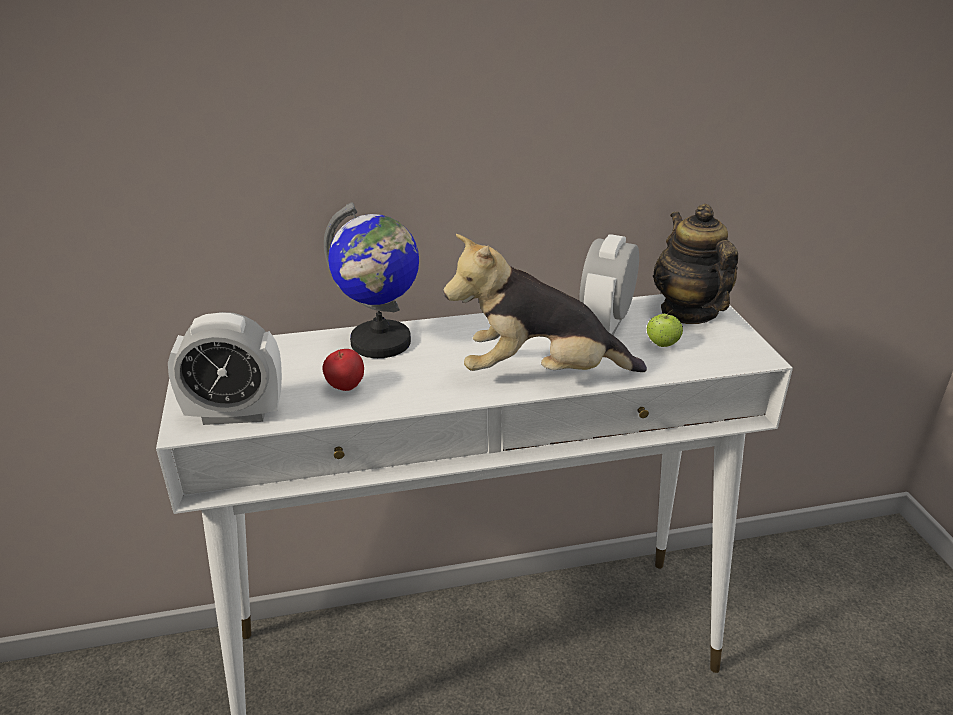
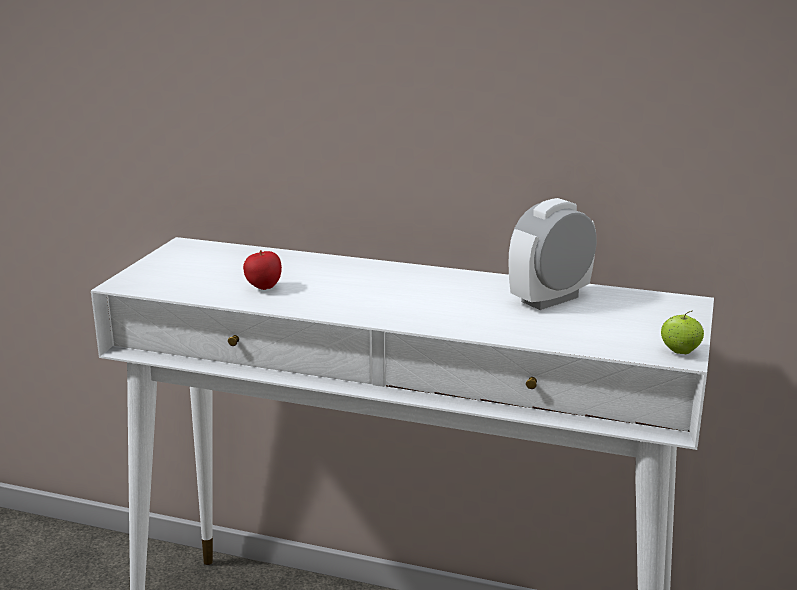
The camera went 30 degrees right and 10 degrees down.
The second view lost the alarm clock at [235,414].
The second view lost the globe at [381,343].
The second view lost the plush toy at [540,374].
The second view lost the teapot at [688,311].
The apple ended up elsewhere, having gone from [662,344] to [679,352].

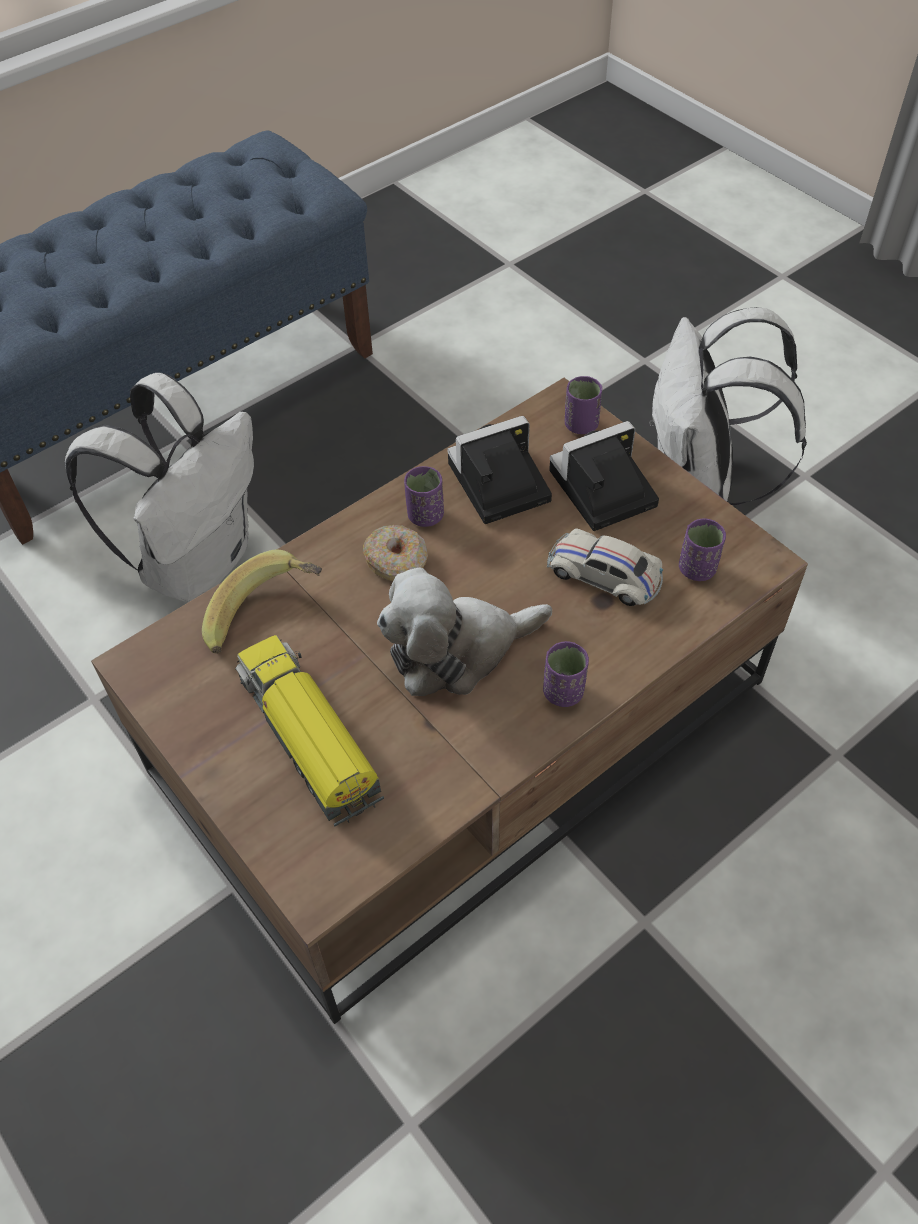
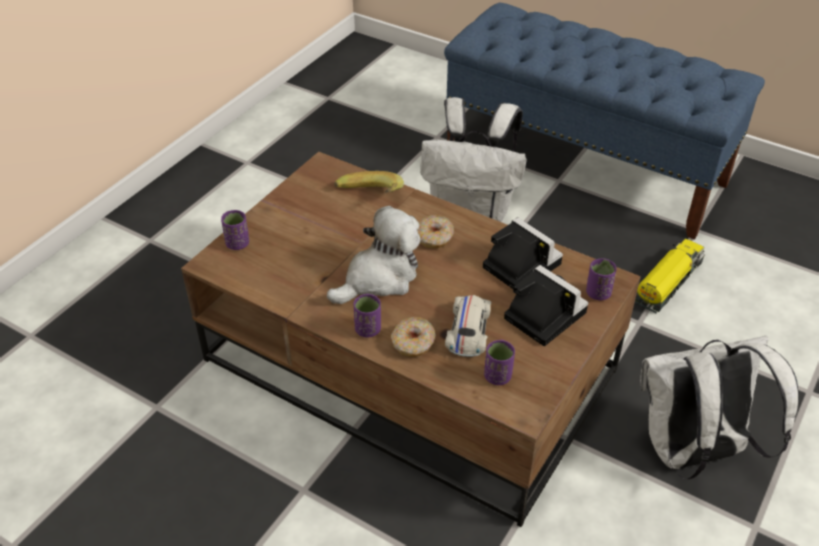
The camera went 70 degrees right and 10 degrees down.
The second view gained the donut at [413,343].
The toy truck ended up elsewhere, having gone from [310,738] to [667,283].
The purple cup ended up elsewhere, having gone from [425,515] to [237,244].
The plush toy at [457,650] ended up facing another way, 90 degrees clockwise from before.

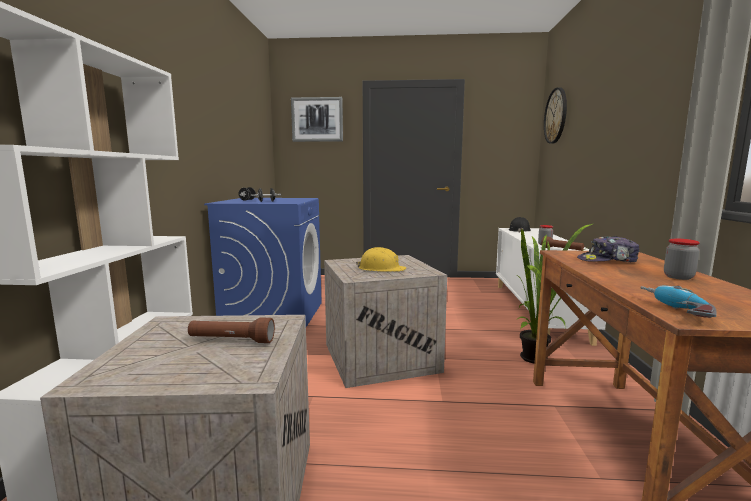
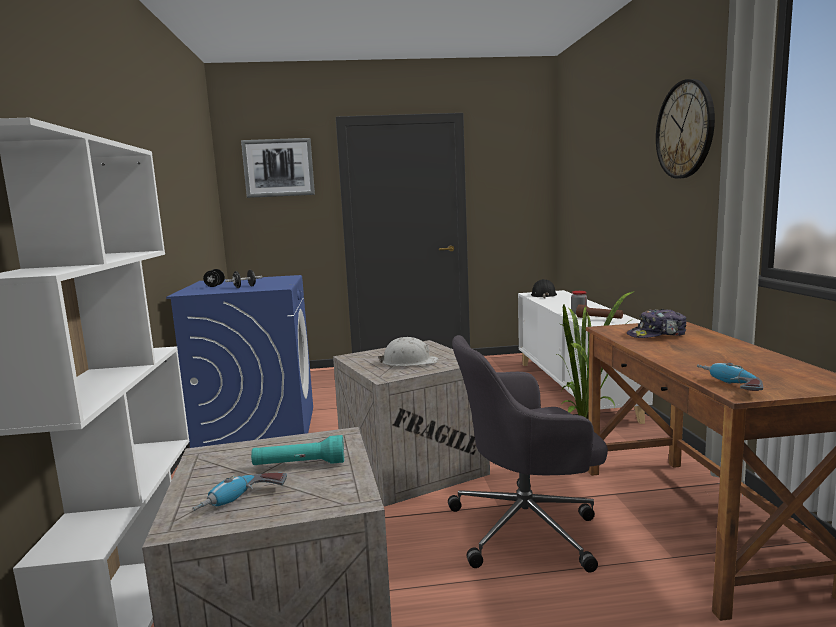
The camera went 10 degrees left and 0 degrees up.
The second view lost the jar at [678,277].
The second view gained the power drill at [242,501].
The second view gained the grey office chair at [527,527].
The wall clock ended up elsewhere, having gone from [556,116] to [685,129].
What was the brown flashlight at [231,341] turned into the turquoise flashlight at [299,465].
What was the yellow hard hat at [381,269] turned into the white hard hat at [409,362].

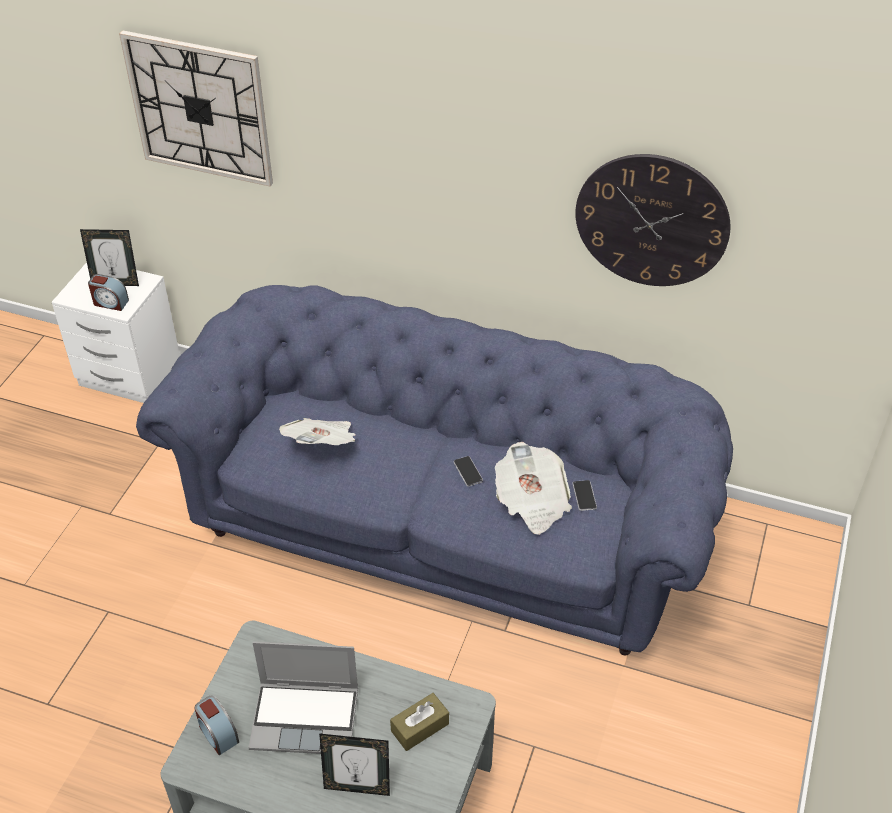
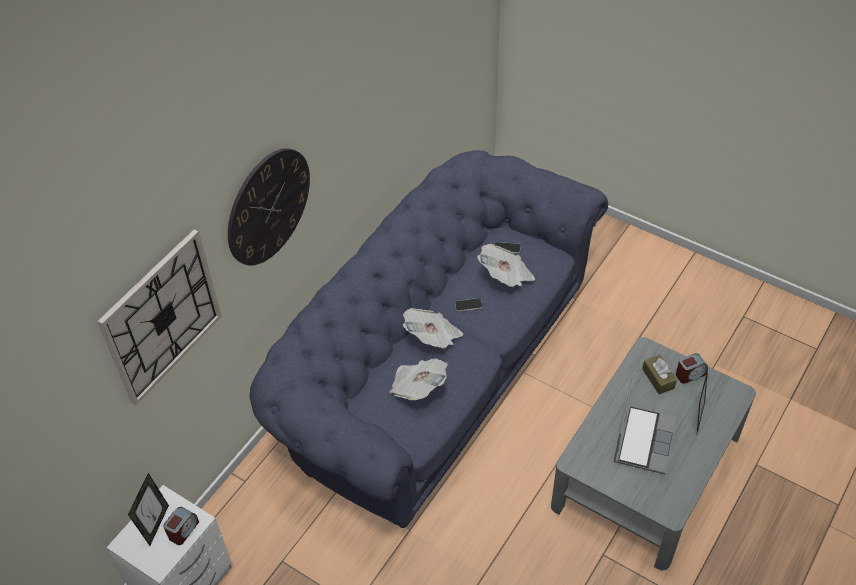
The camera went 75 degrees left and 5 degrees up.
The second view gained the newspaper at [433,337].
The alarm clock ended up elsewhere, having gone from [218,733] to [690,374].
The wall clock ended up elsewhere, having gone from [652,221] to [268,206].

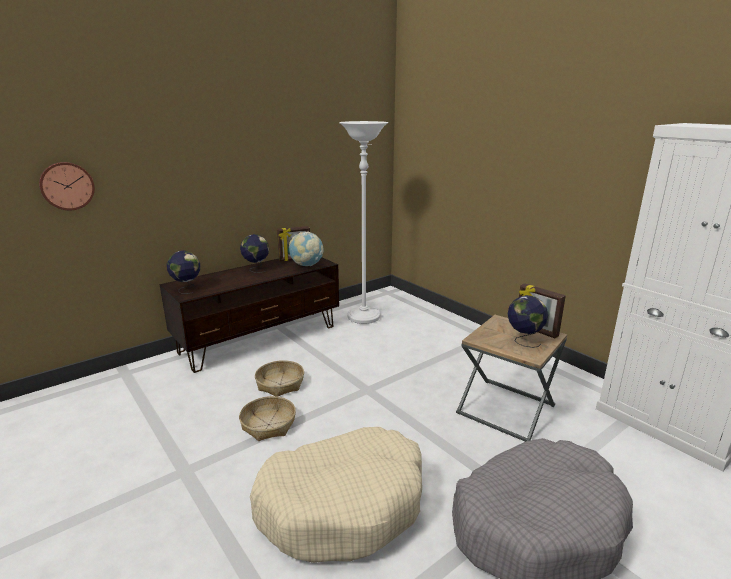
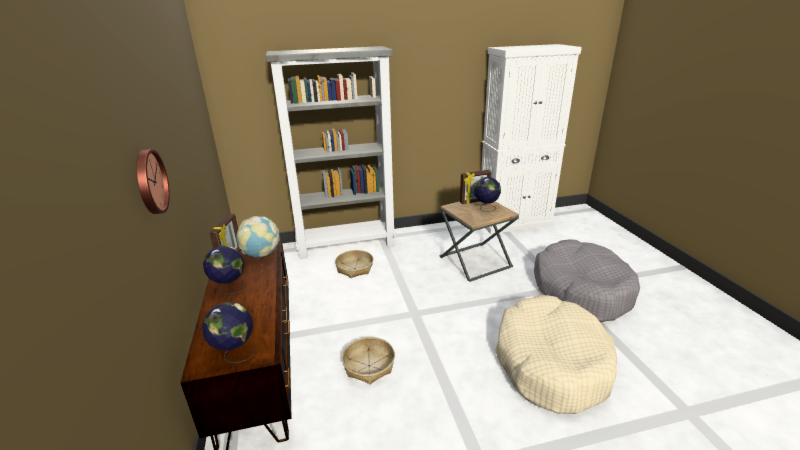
The camera went 65 degrees left and 5 degrees up.
The second view lost the white floor lamp at [364,317].
The second view gained the grey bookcase at [347,244].
The wall clock ended up elsewhere, having gone from [67,186] to [149,182].
The basket ended up elsewhere, having gone from [268,425] to [355,268].

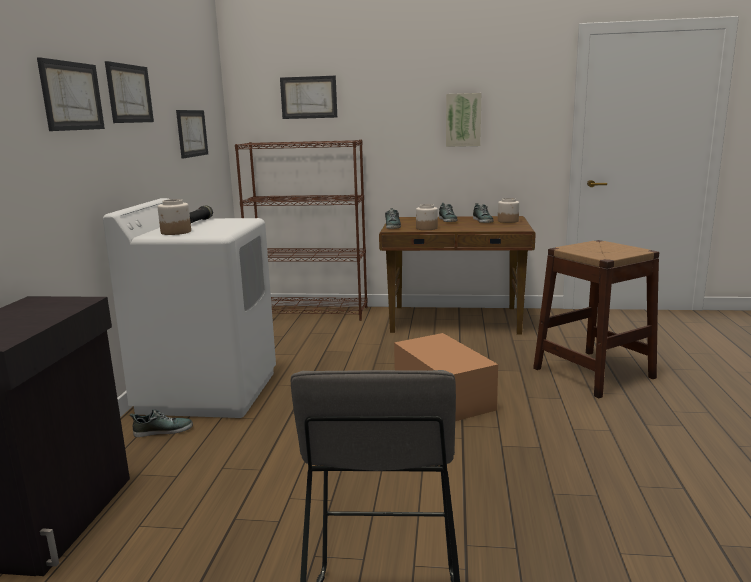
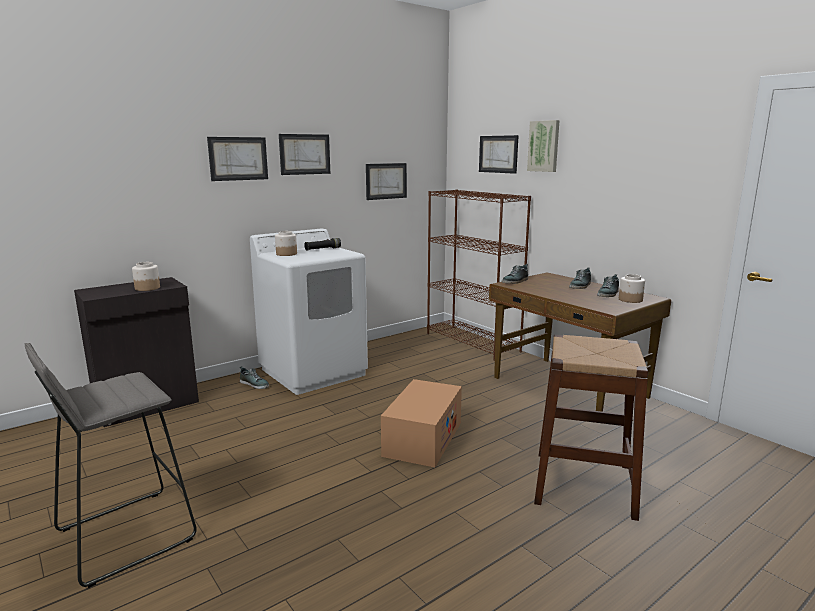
The camera went 45 degrees right and 0 degrees up.
The jar ended up elsewhere, having gone from [426,228] to [147,288].
The picture ended up elsewhere, having gone from [463,120] to [544,146].

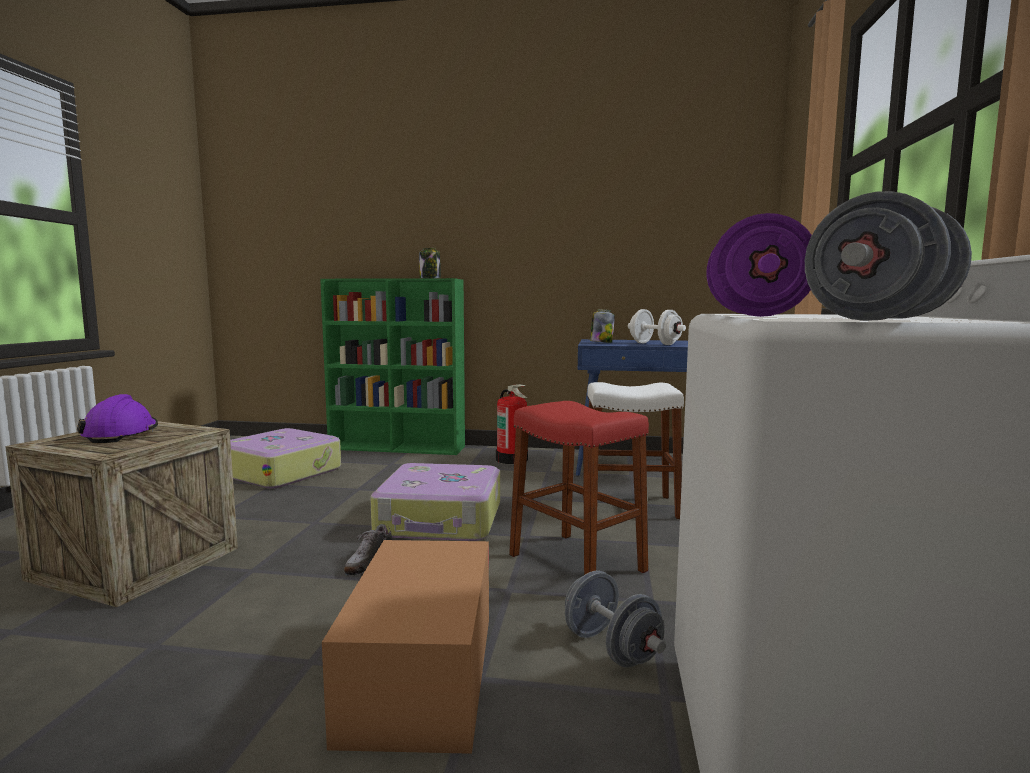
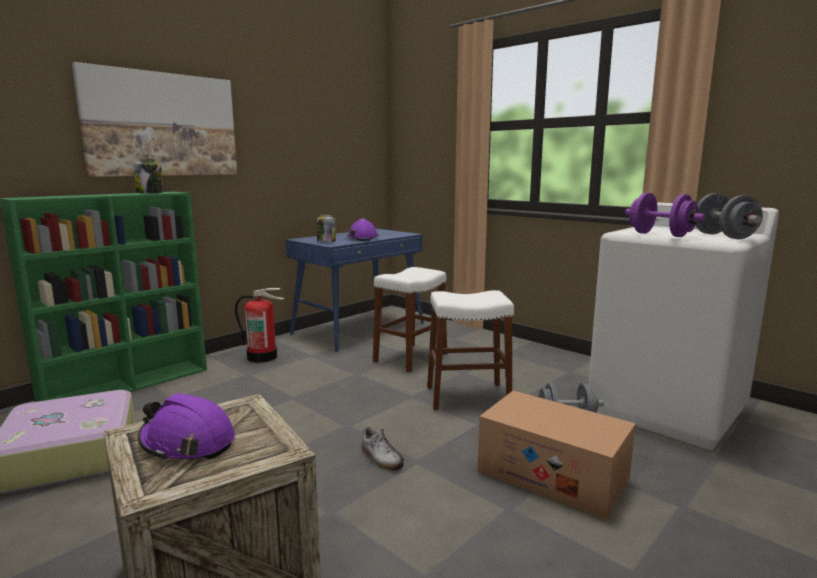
The camera went 55 degrees left and 5 degrees up.
The second view lost the suitcase at [441,520].
The second view gained the picture at [162,125].
Where the white dumbbell stood at [655,344], the purple hard hat came to stand at [362,238].
What was the red stool at [576,563] turned into the white stool at [467,396].

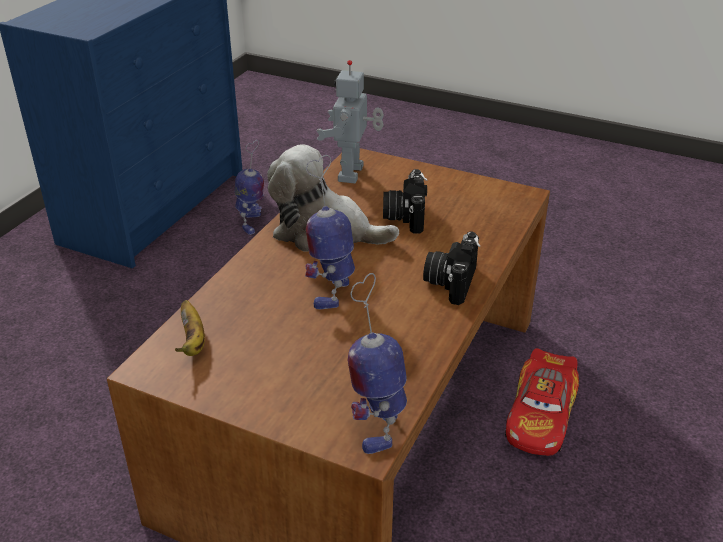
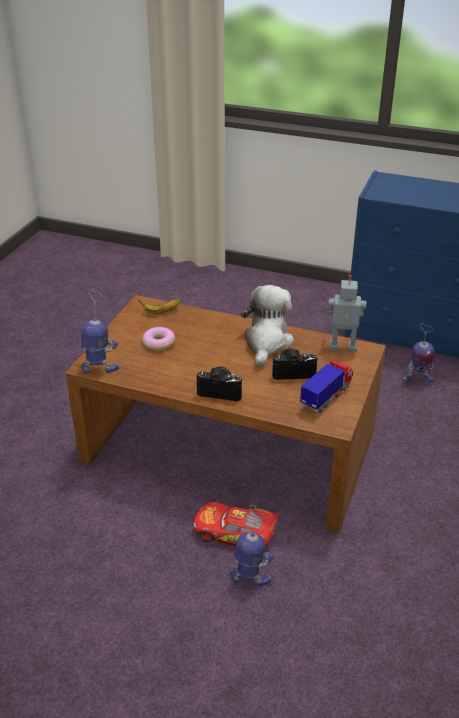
The camera went 85 degrees right and 0 degrees up.
The second view gained the donut at [159,343].
The second view gained the toy truck at [326,397].
The toy robot ended up elsewhere, having gone from [332,291] to [250,578].

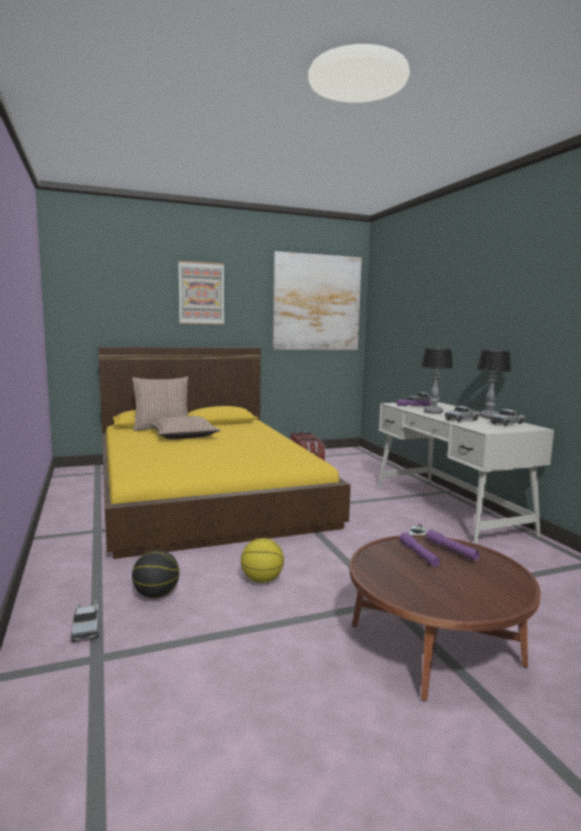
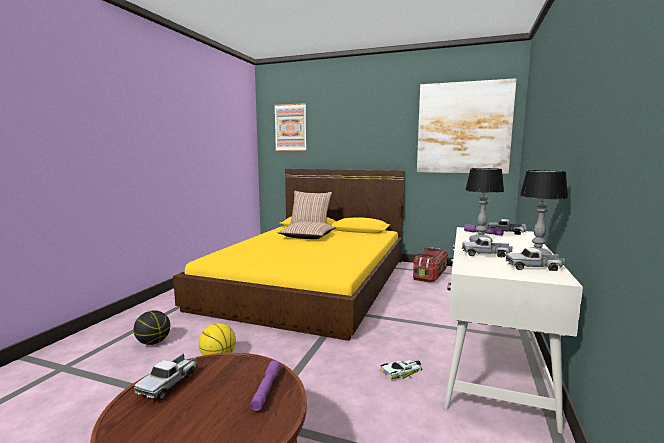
The camera went 40 degrees right and 0 degrees up.
The second view lost the purple flashlight at [418,554].
The toy truck ended up elsewhere, having gone from [86,627] to [169,383].
The picture ended up elsewhere, having gone from [201,293] to [290,127].

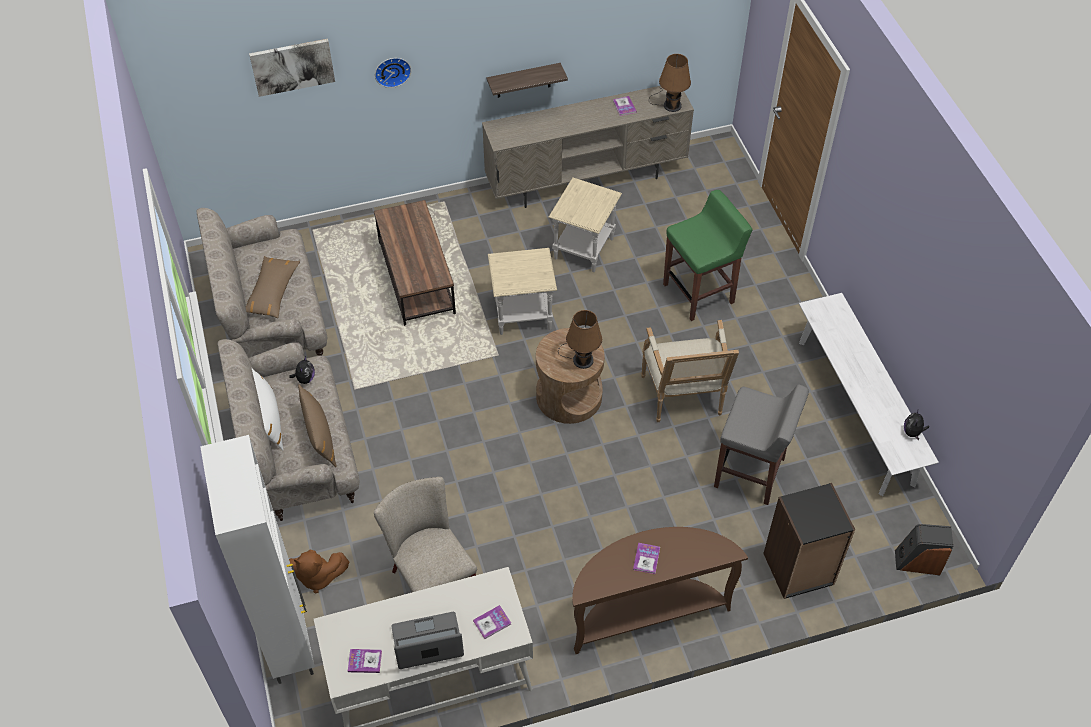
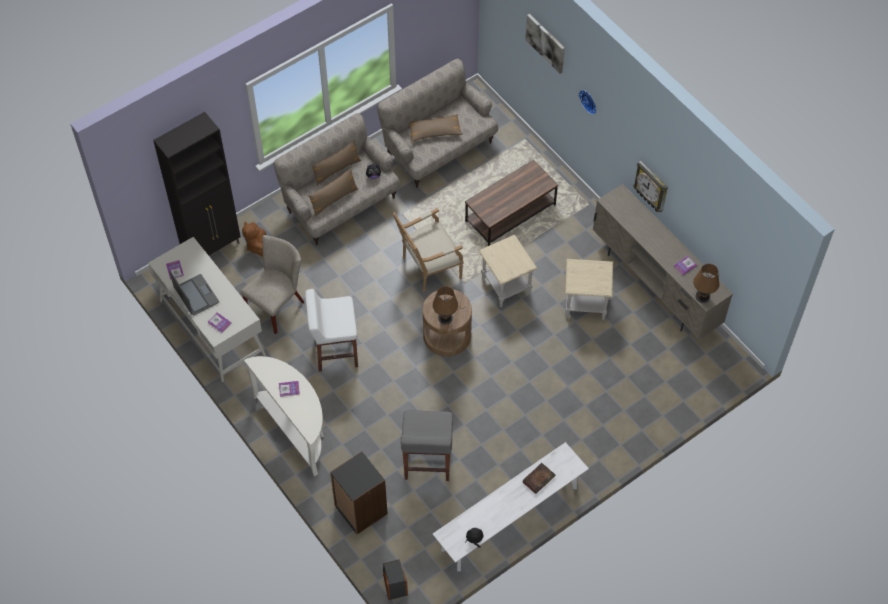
The camera went 70 degrees right and 5 degrees up.
The second view lost the green stool at [699,293].
The second view gained the white stool at [335,351].
The second view gained the book at [539,478].
The armchair ended up elsewhere, having gone from [684,399] to [428,268].
Where the shelf hung at [523,80], the wall clock came to hang at [651,187].
What was the white cabinet at [289,640] turned into the black cabinet at [213,249].
What was the white pillow at [269,419] turned into the brown pillow at [336,170].
What was the brown console table at [646,612] turned into the white console table at [296,428].

